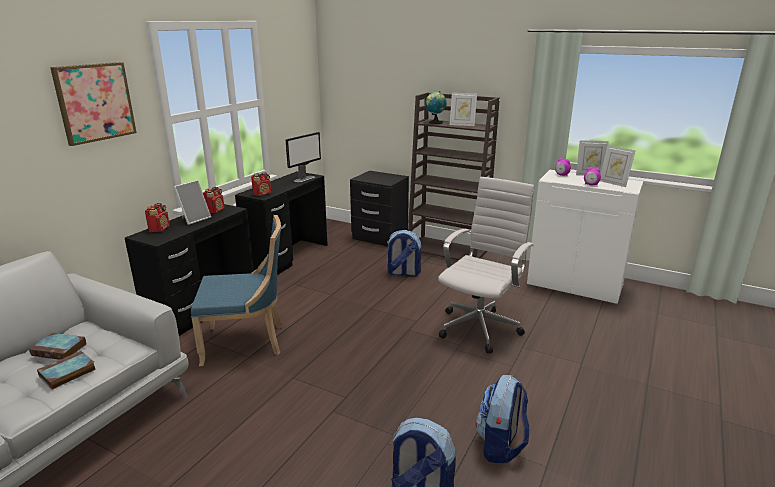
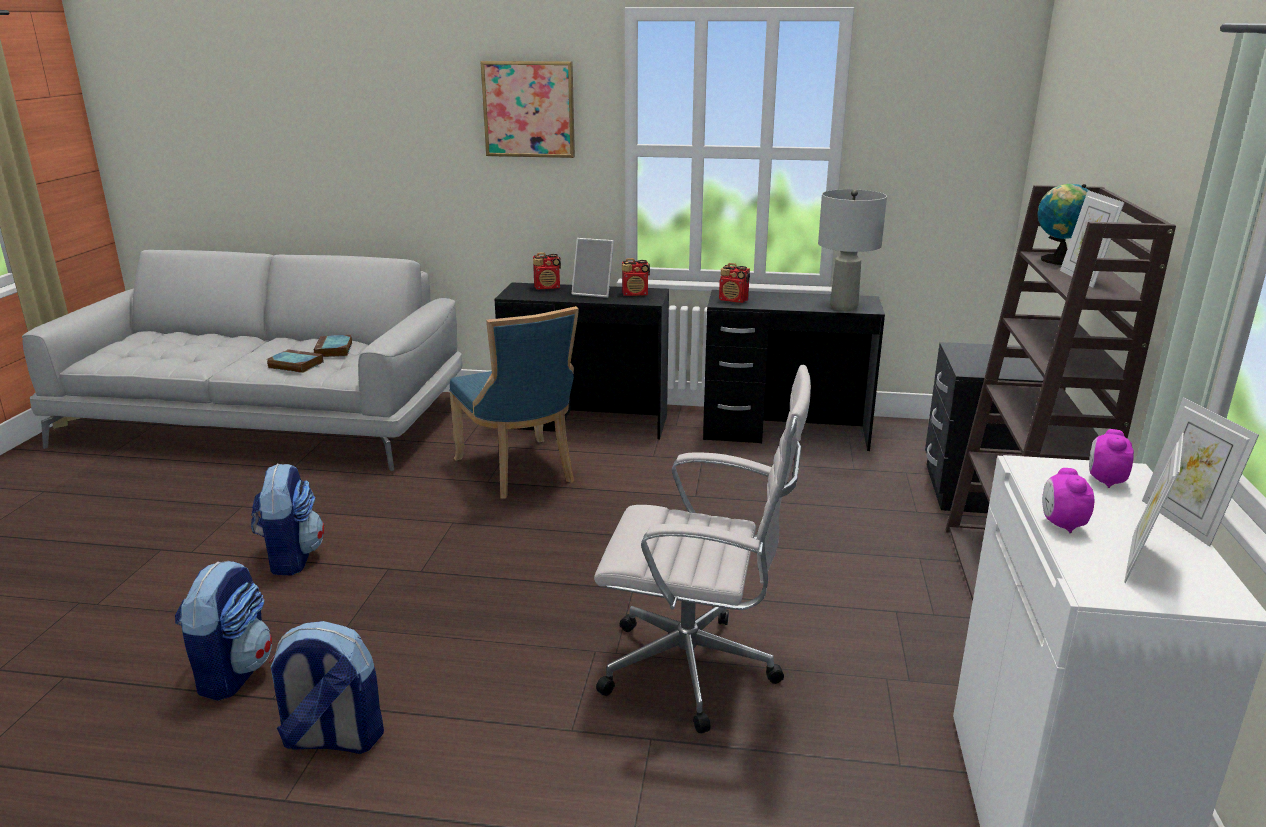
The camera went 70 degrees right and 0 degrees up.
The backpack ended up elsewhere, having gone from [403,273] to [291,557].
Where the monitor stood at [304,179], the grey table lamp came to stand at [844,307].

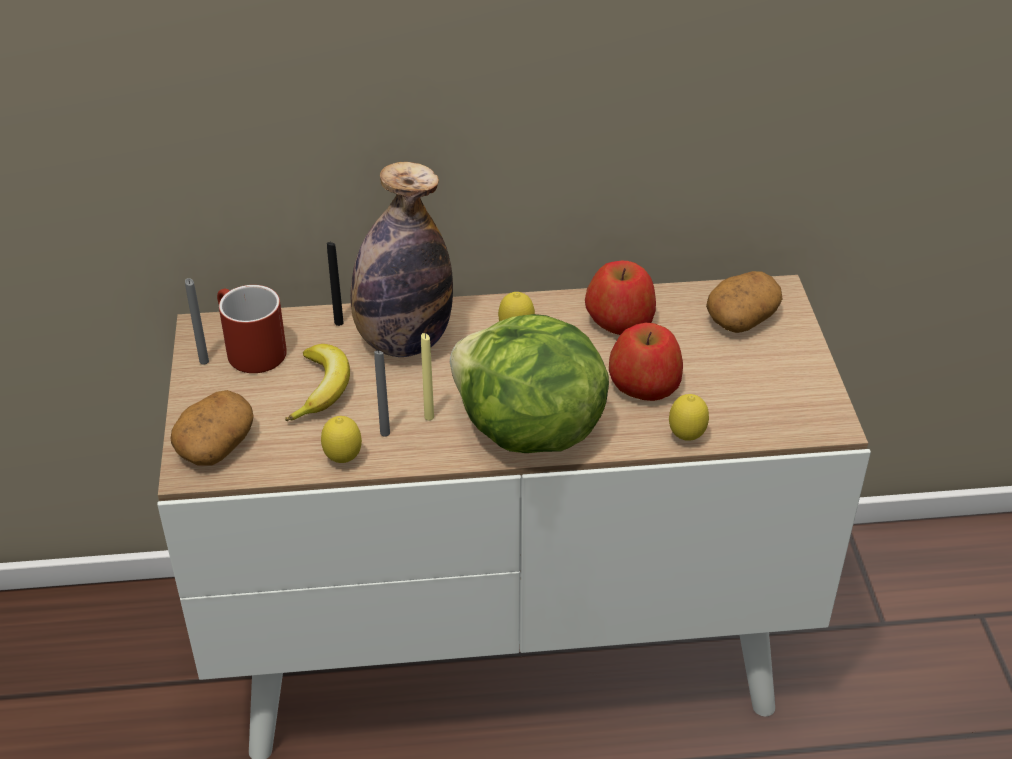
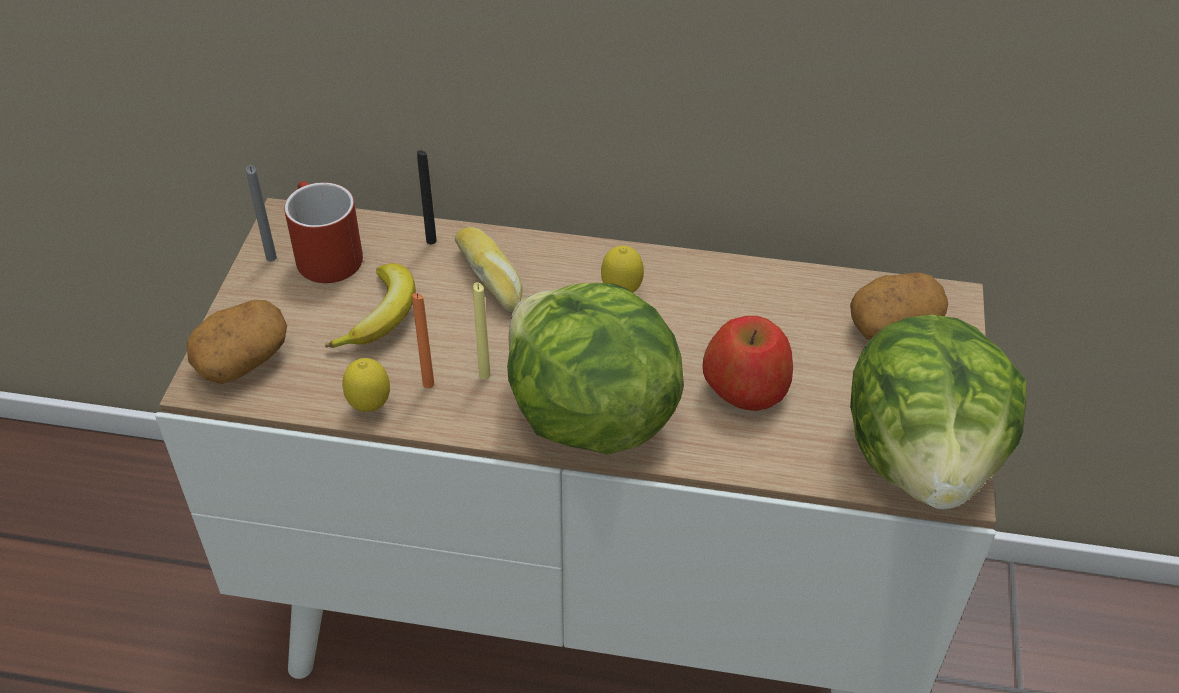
The camera went 15 degrees right and 5 degrees up.
The second view lost the apple at [619,321].
The second view lost the lemon at [686,438].
The second view gained the lettuce at [922,458].
Where the bottle stood at [403,341], the bread came to stand at [492,277].
What was the grey candle at [385,433] turned into the orange candle at [428,384].

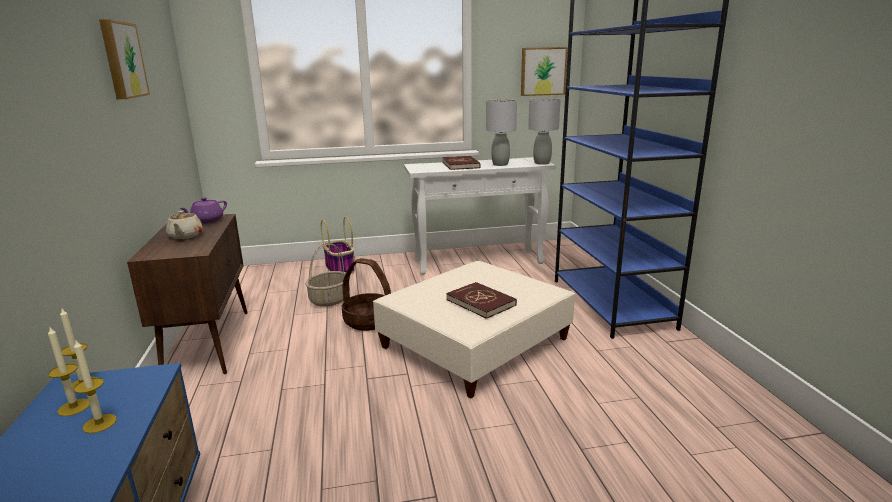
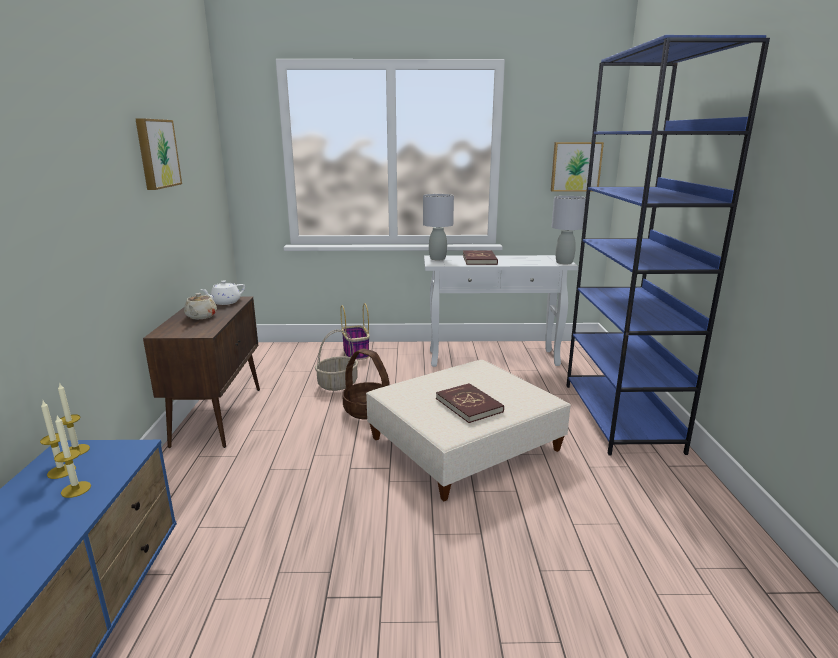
The camera went 10 degrees right and 0 degrees up.
The grey table lamp ended up elsewhere, having gone from [500,164] to [437,259].
What was the purple teapot at [206,221] turned into the white teapot at [225,302].

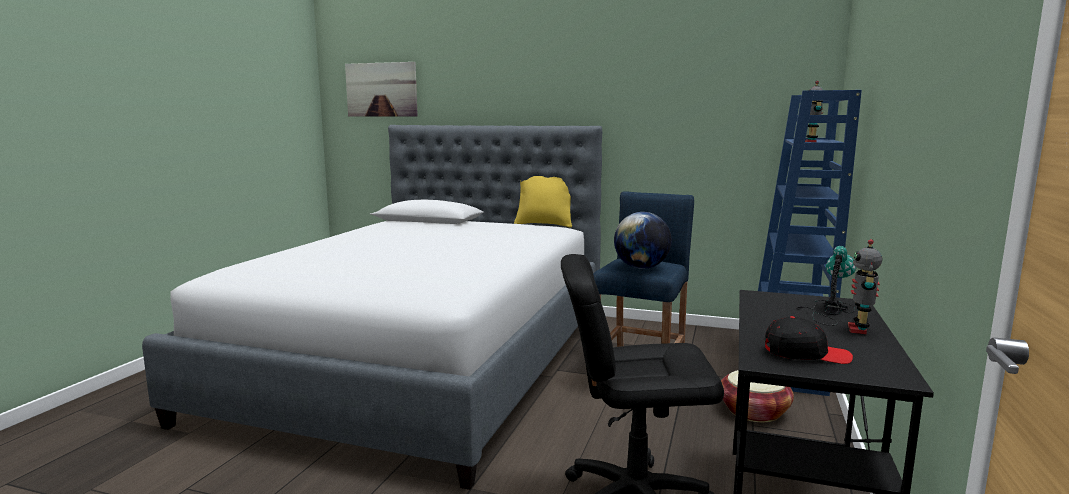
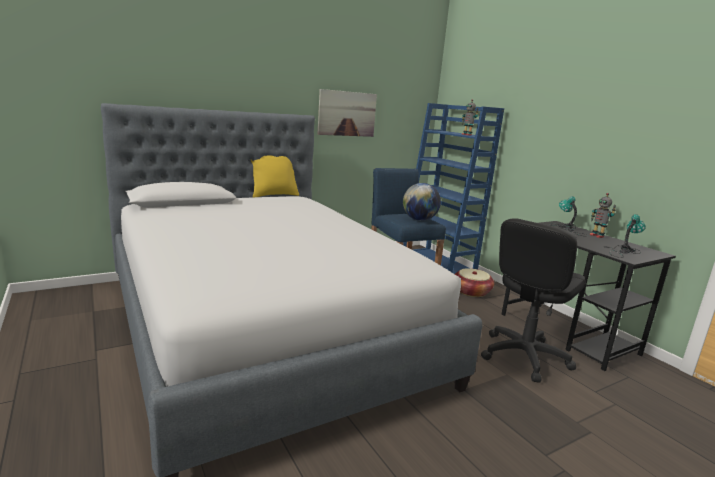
The camera went 50 degrees left and 5 degrees up.
The picture ended up elsewhere, having gone from [381,89] to [347,113].
Where the black cap stood at [805,354], the table lamp came to stand at [622,251].

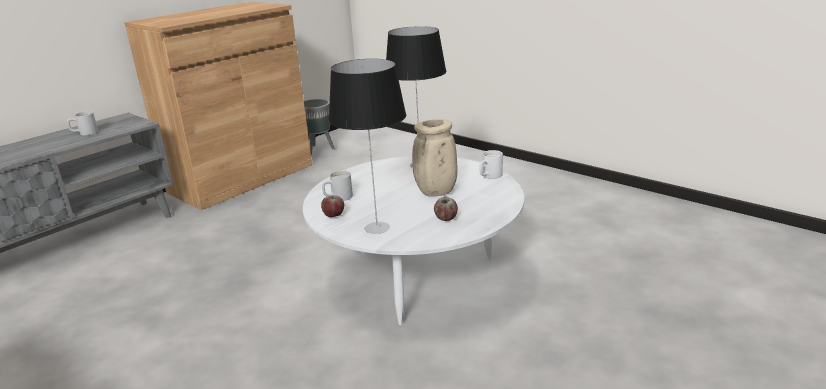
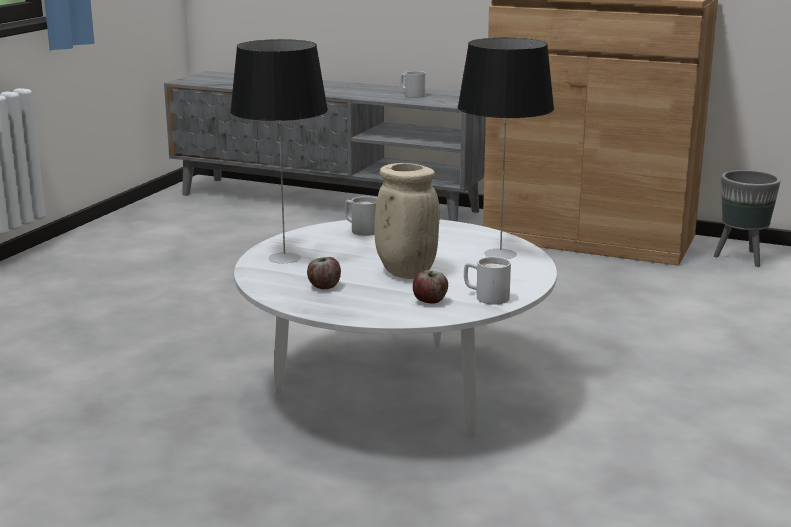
The camera went 70 degrees right and 5 degrees down.
The apple ended up elsewhere, having gone from [334,215] to [430,301].

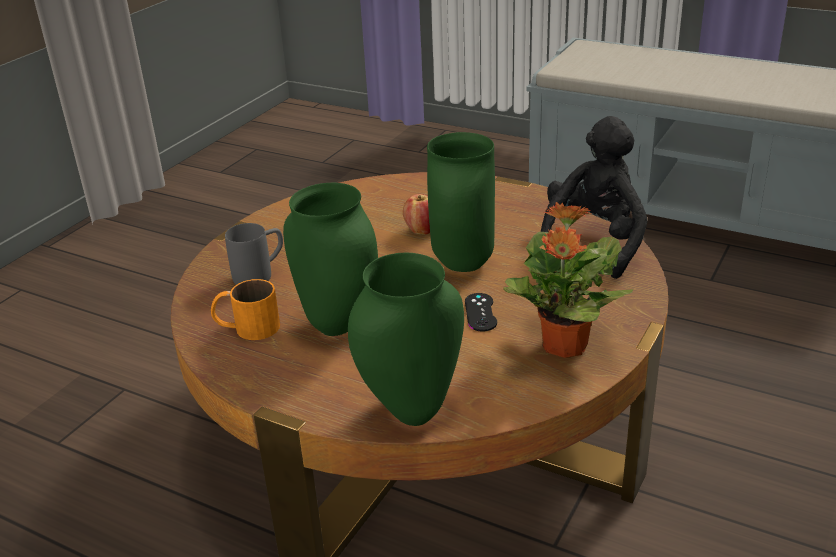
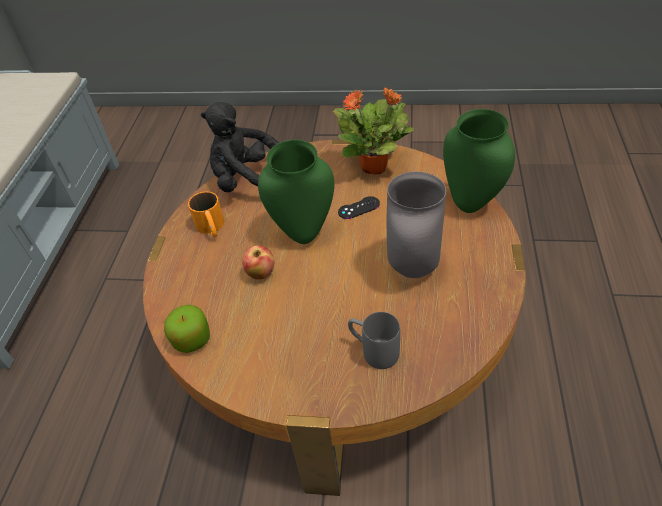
The camera went 110 degrees left and 15 degrees up.
The second view gained the apple at [192,339].
The orange mug ended up elsewhere, having gone from [246,327] to [211,228].
What was the green vase at [340,324] turned into the grey vase at [411,269].

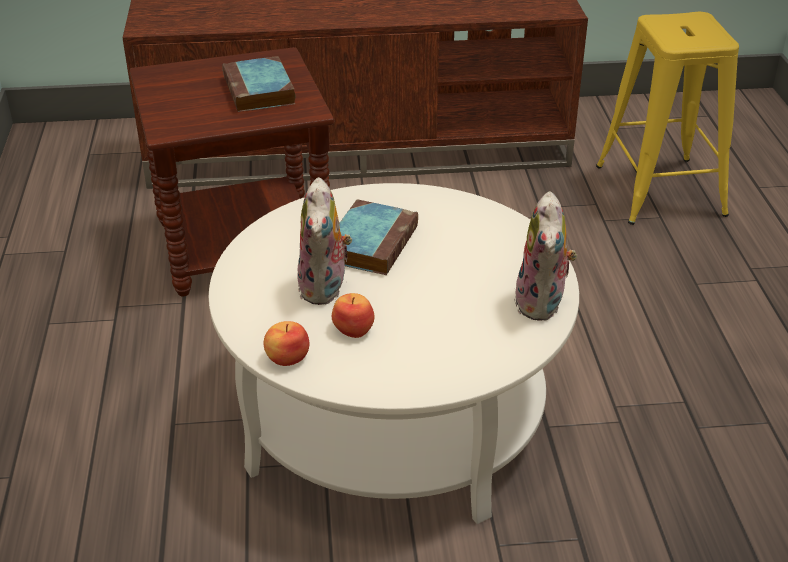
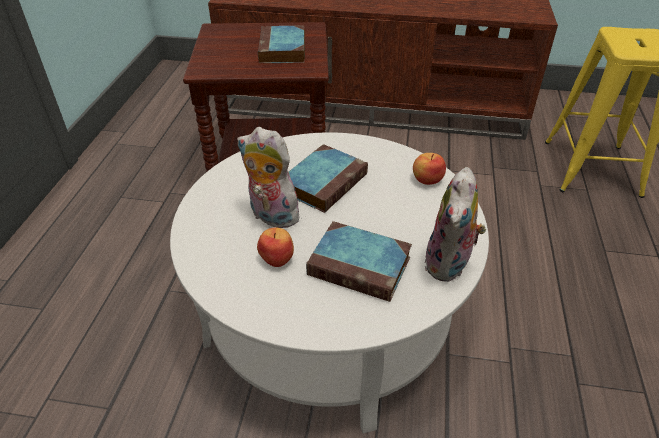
The camera went 15 degrees right and 5 degrees up.
The second view gained the book at [361,266].
The apple ended up elsewhere, having gone from [287,358] to [427,179].
The plush toy at [325,288] ended up facing another way, 105 degrees clockwise from before.

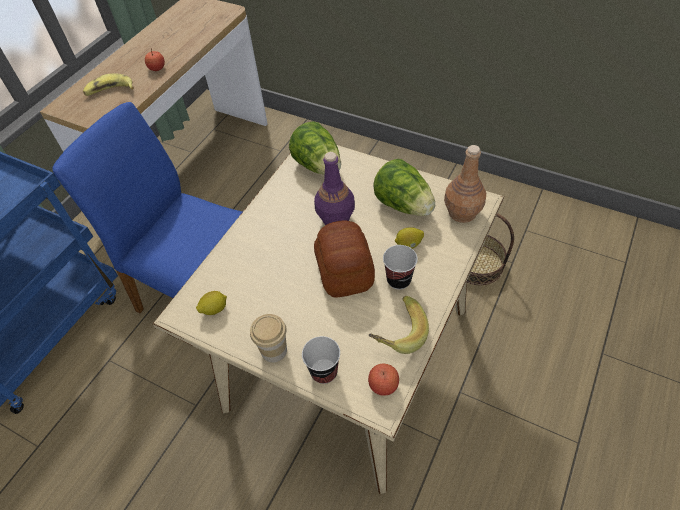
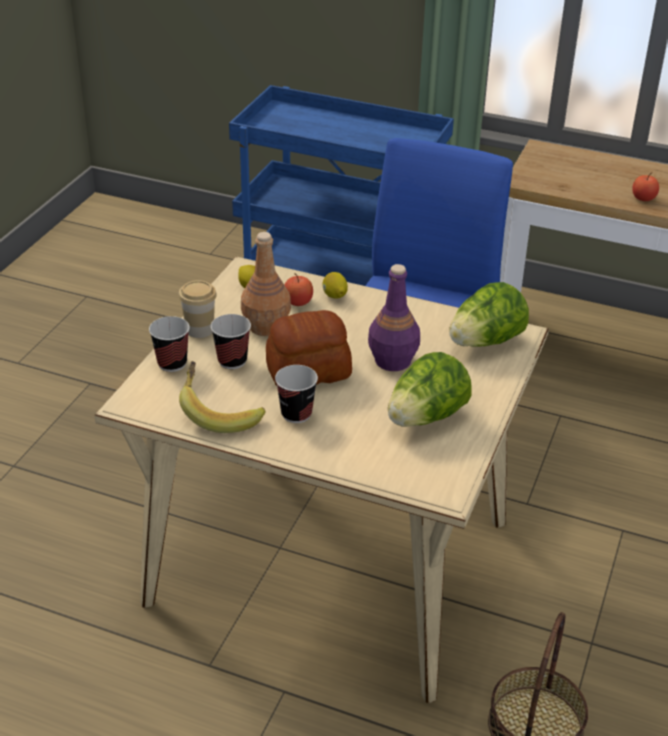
The camera went 80 degrees right and 15 degrees down.
The second view lost the banana at [110,91].
The second view gained the cup at [232,361].
The apple ended up elsewhere, having gone from [383,385] to [298,302].
The lemon ended up elsewhere, having gone from [408,245] to [334,296].
The brown bottle ended up elsewhere, having gone from [462,213] to [265,326].

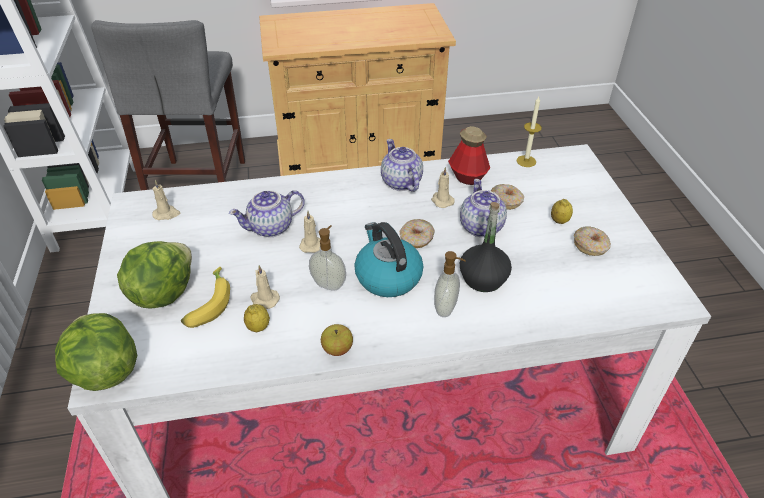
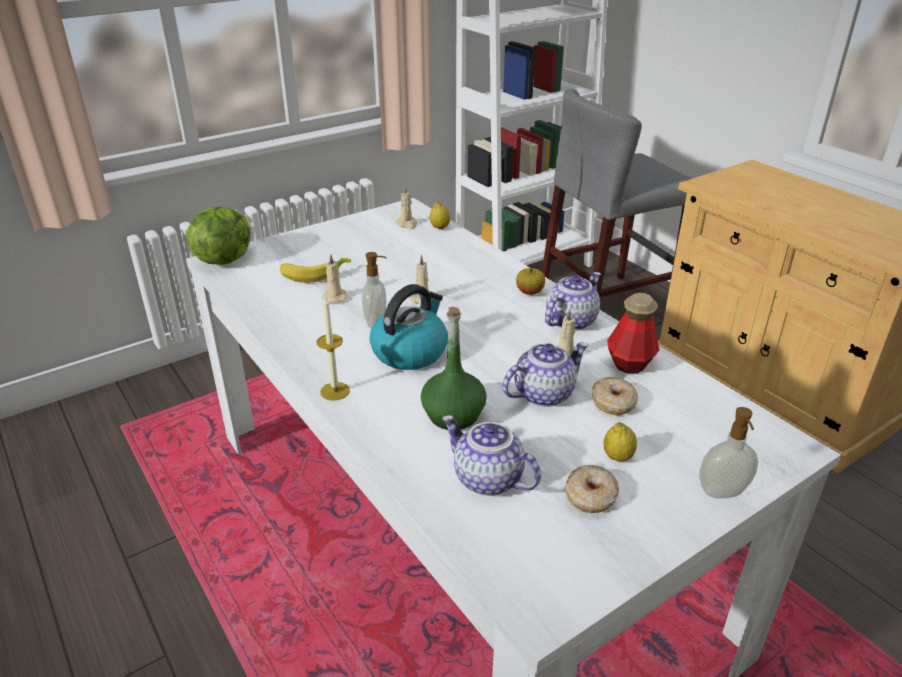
The camera went 65 degrees right and 10 degrees down.
The second view lost the lettuce at [162,293].
The second view lost the donut at [416,239].
The teapot ended up elsewhere, having gone from [271,228] to [486,480].
The lemon ended up elsewhere, having gone from [258,327] to [440,227].
The apple ended up elsewhere, having gone from [337,349] to [529,292].
The soap dispenser ended up elsewhere, having gone from [446,308] to [722,493].
The candle ended up elsewhere, having gone from [526,161] to [335,391].
What was the black bottle at [483,278] turned into the green bottle at [453,415].

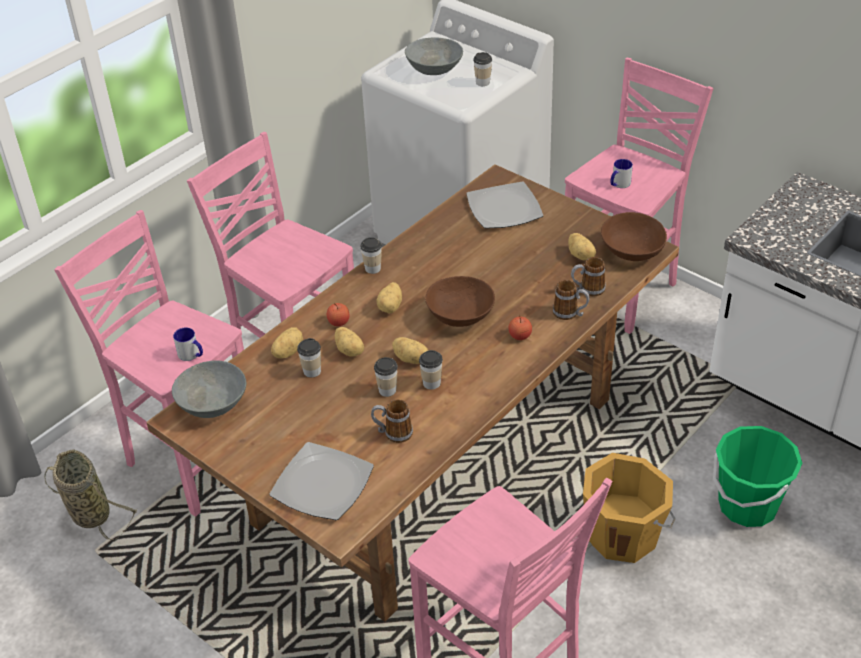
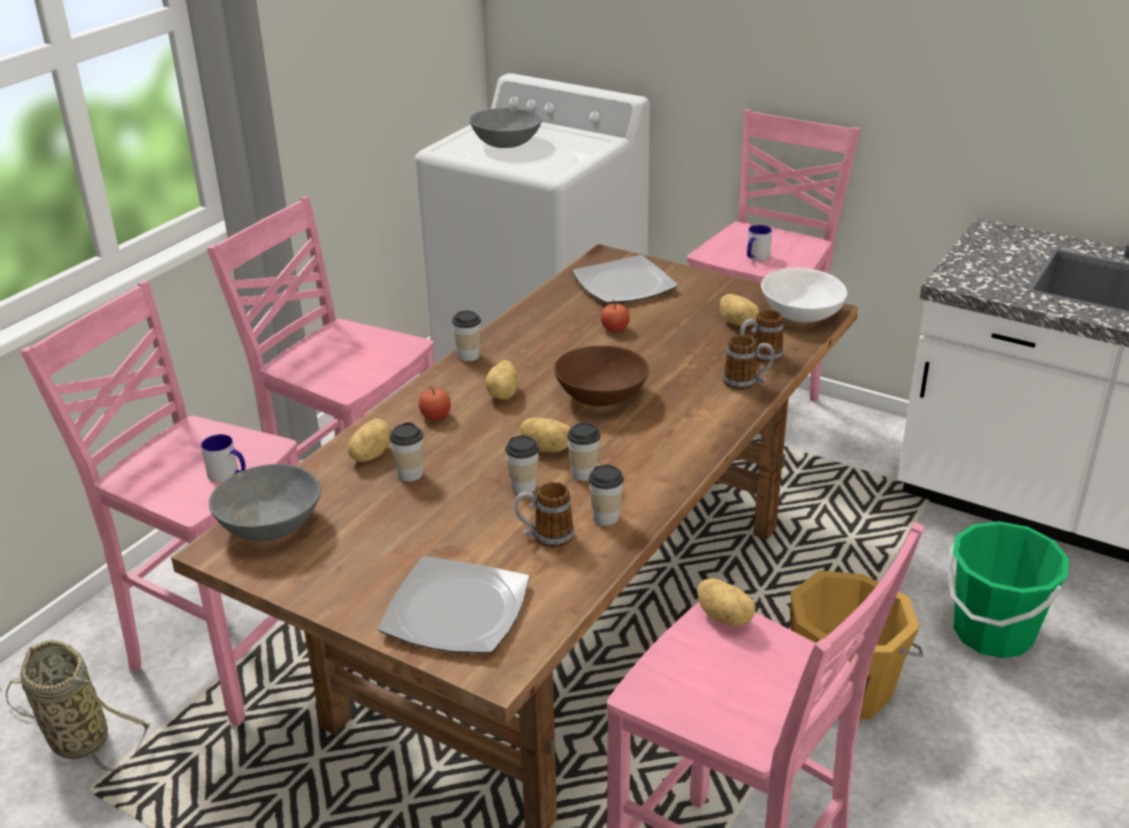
The camera went 10 degrees left and 10 degrees down.
The potato ended up elsewhere, having gone from [350,350] to [725,617].
The cup ended up elsewhere, having gone from [482,82] to [606,517].
The apple ended up elsewhere, having gone from [520,336] to [615,329].
What was the brown bowl at [631,251] turned into the white bowl at [800,314].

